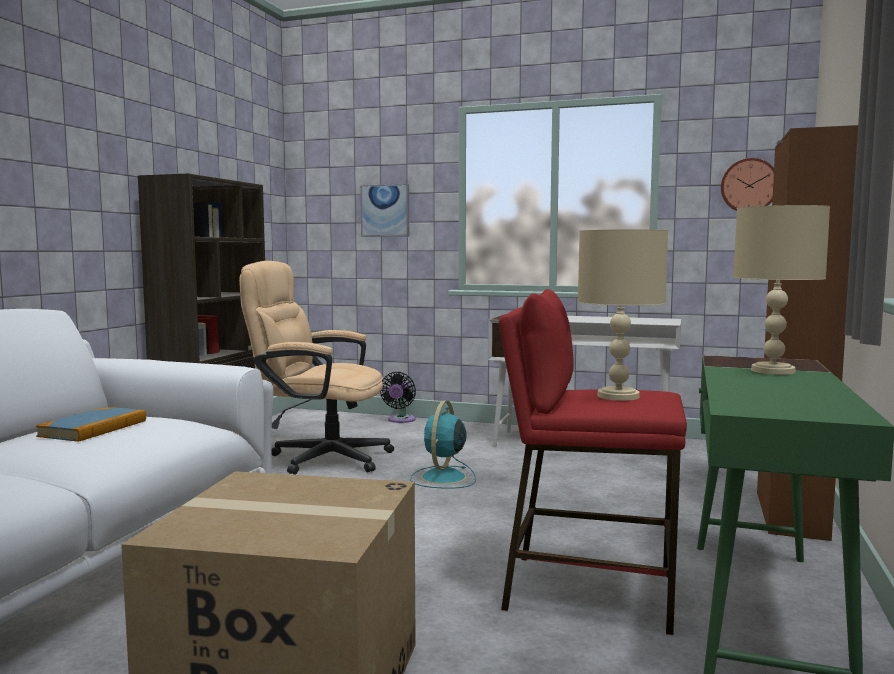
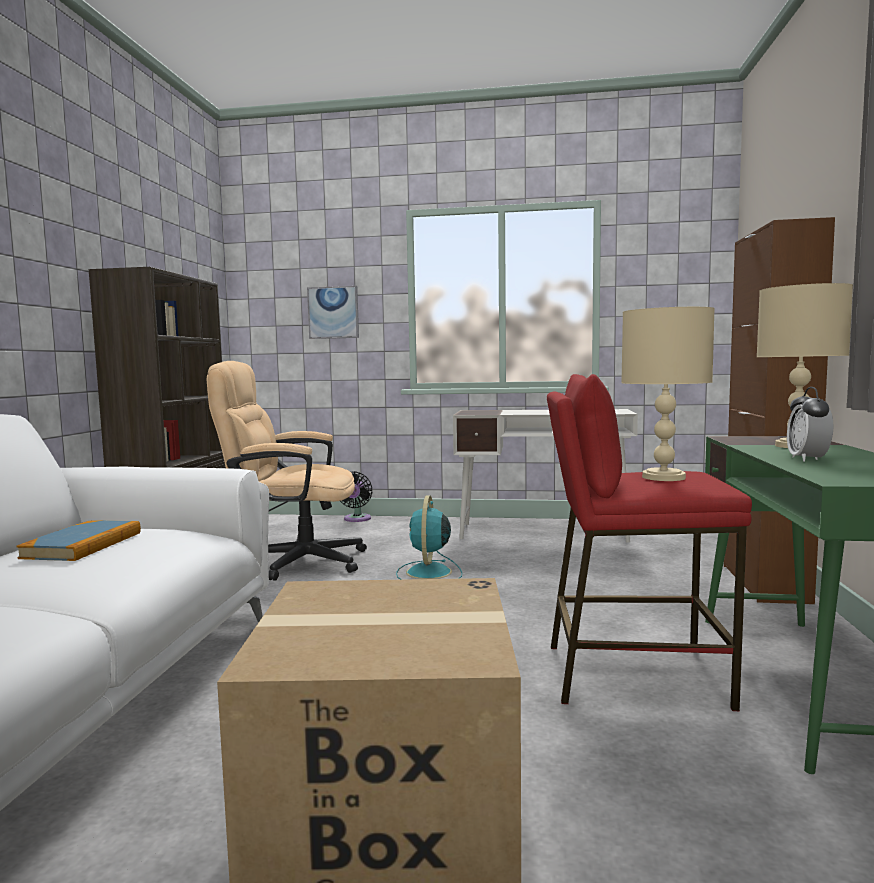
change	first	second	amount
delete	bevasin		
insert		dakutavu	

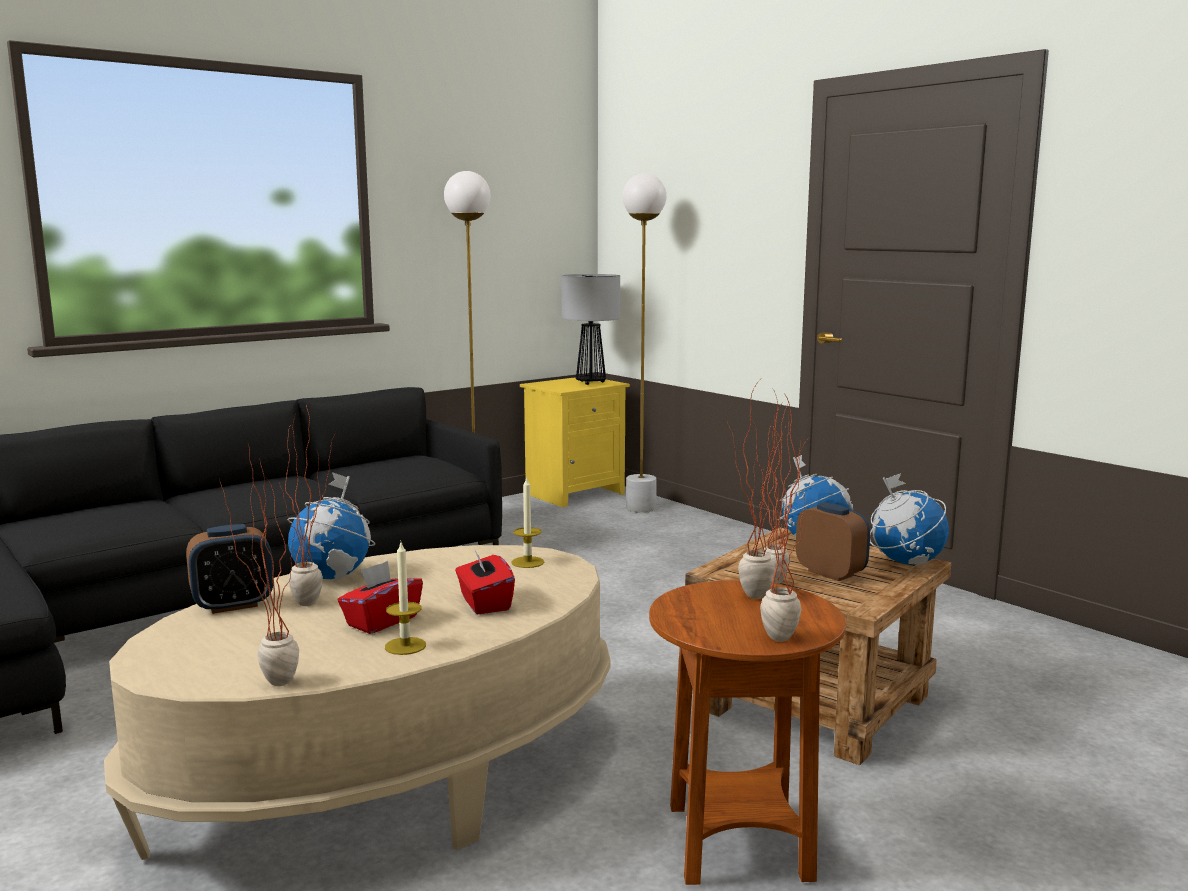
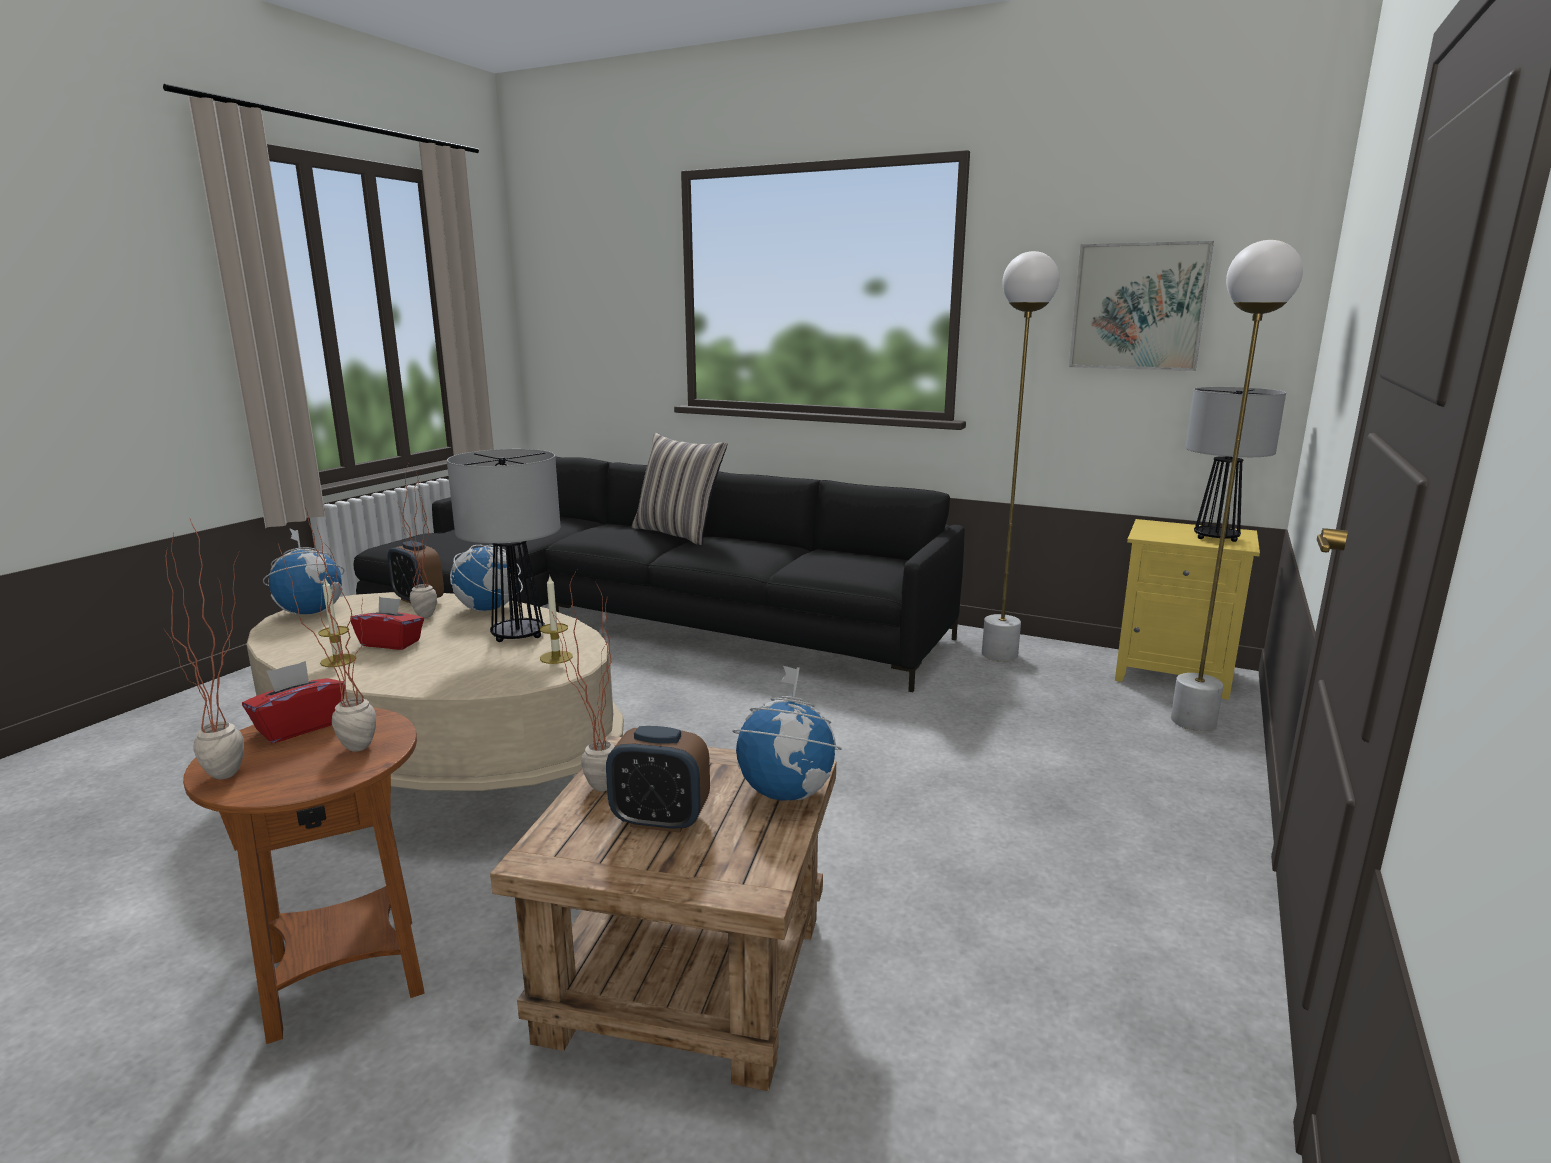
change	first	second	amount
delete	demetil (1st from left)		
move	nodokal (3rd from left in the first image)	nodokal (1st from left)	
rotate	dakutavu (2nd from left)		75 degrees clockwise
move	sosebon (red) (2nd from left in the first image)	sosebon (red) (1st from left)	
insert		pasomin	
insert		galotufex	
insert		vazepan (1st from left)	

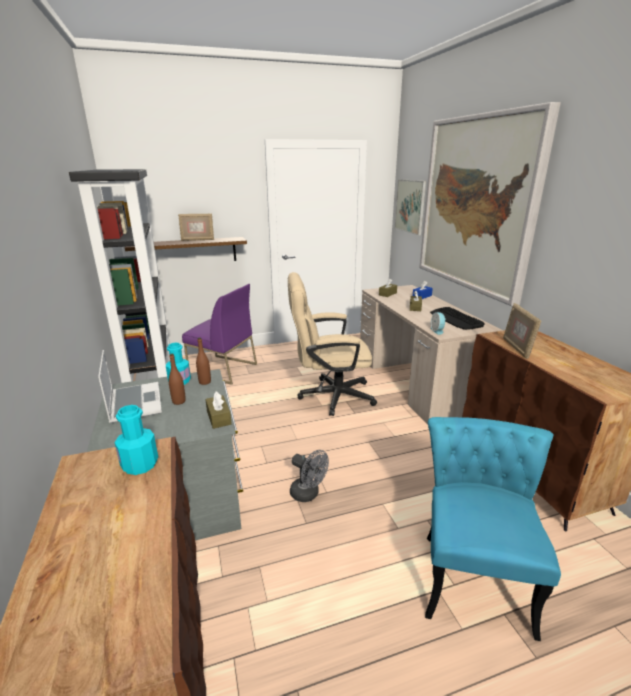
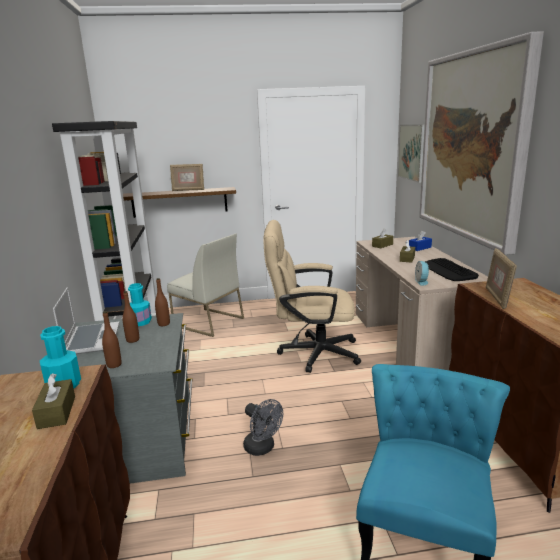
change	first	second	amount
recolor	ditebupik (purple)	ditebupik (white)	
move	sosebon (brown) (1st from left)		
insert		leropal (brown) (1st from left)	

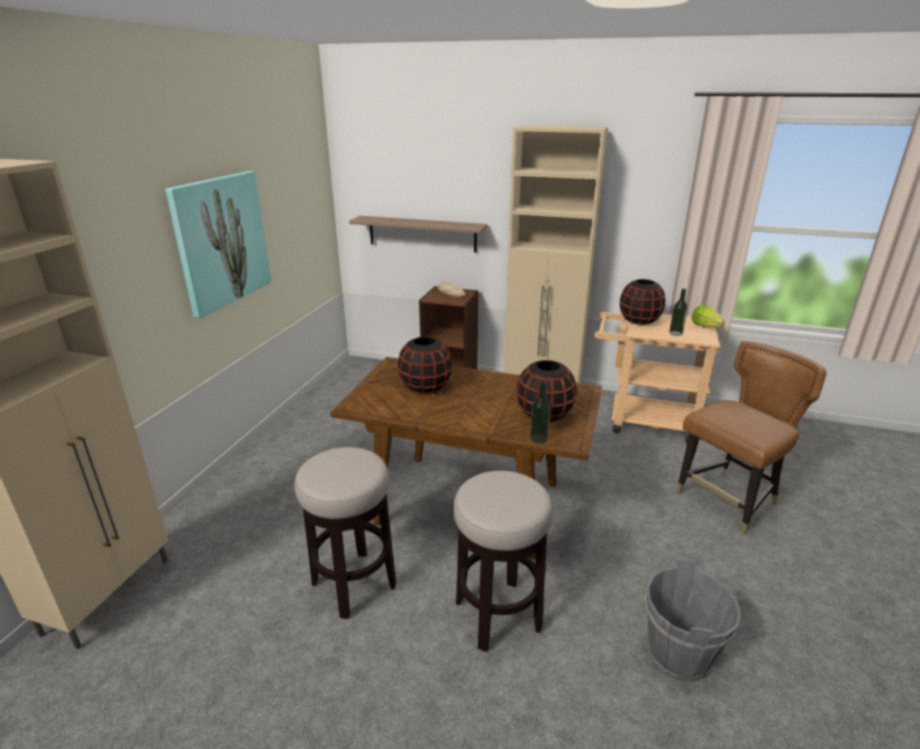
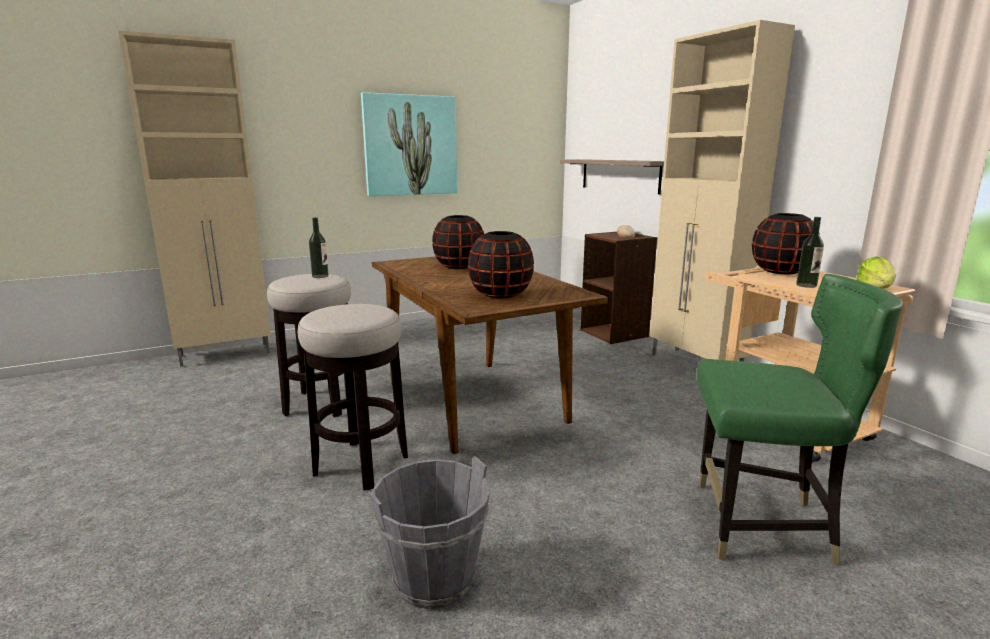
change	first	second	amount
recolor	ditebupik (brown)	ditebupik (green)	
move	leropal (1st from left)		

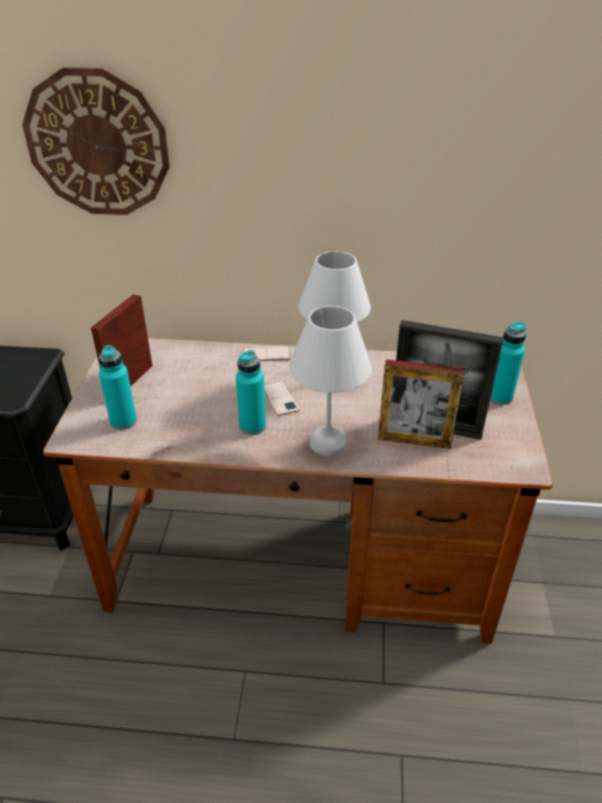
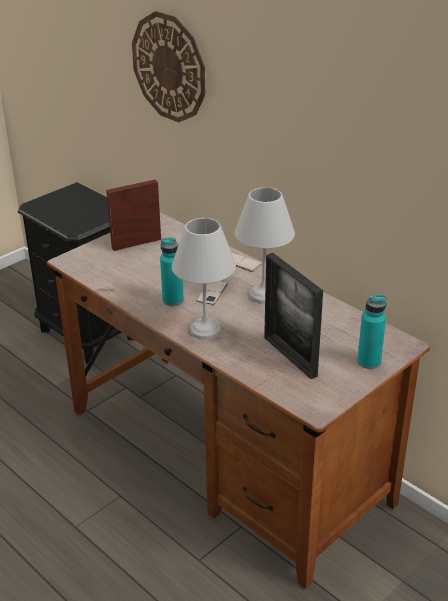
change	first	second	amount
delete	leropal (turquoise) (1st from left)		
delete	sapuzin (2nd from left)		

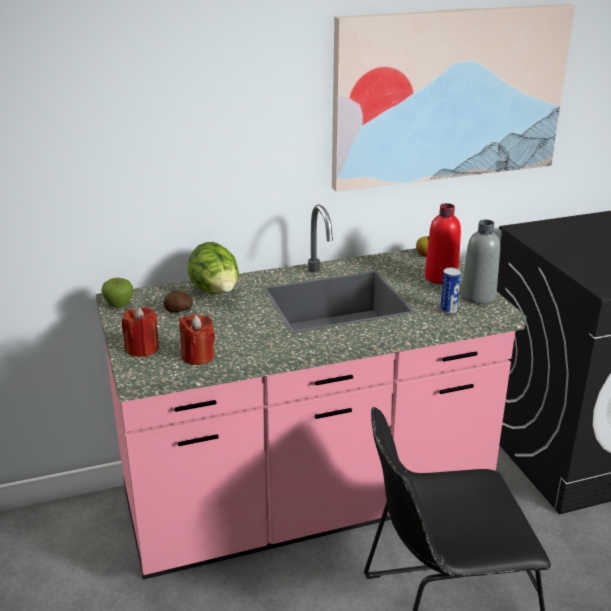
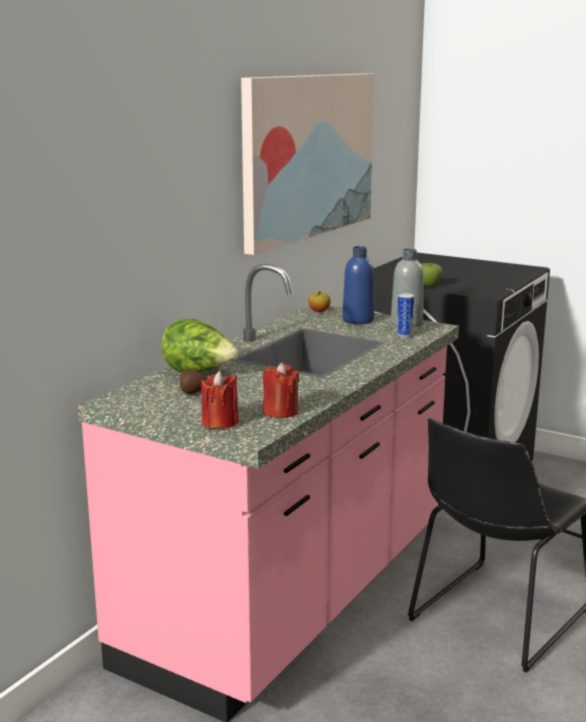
change	first	second	amount
recolor	leropal (red)	leropal (blue)	
move	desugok (1st from left in the first image)	desugok (2nd from left)	

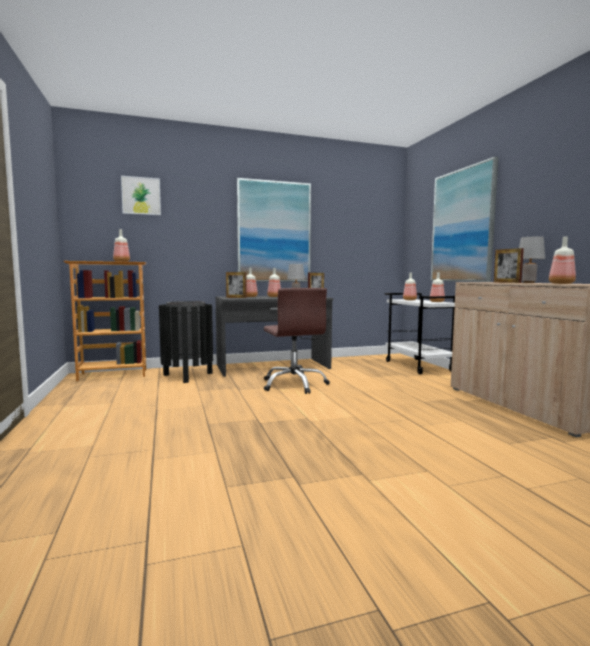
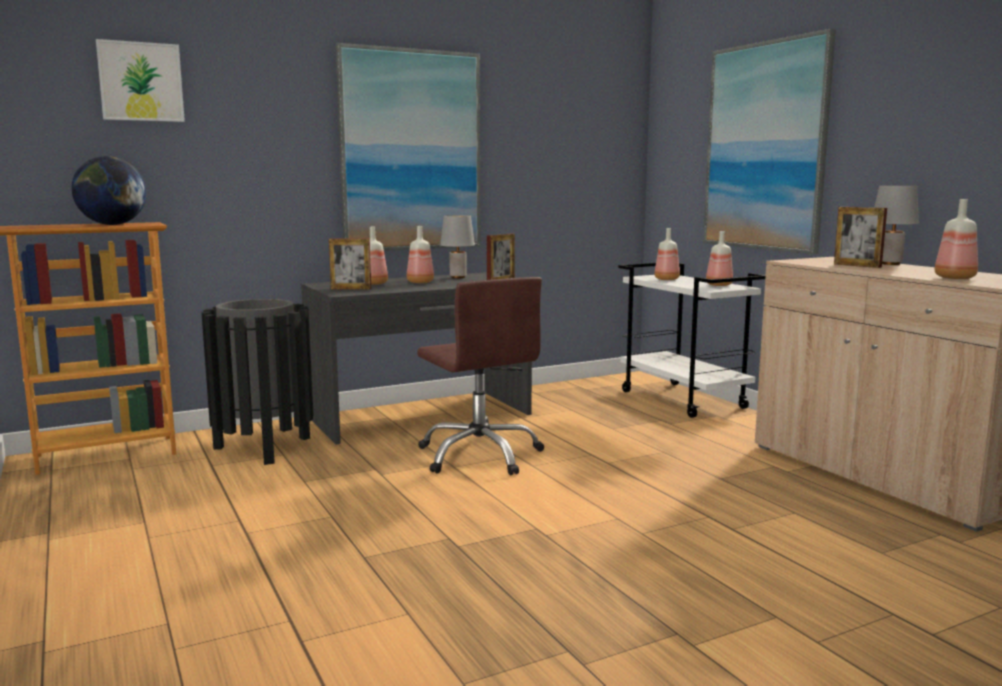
change	first	second	amount
replace	leropal (1st from left)	nodokal	

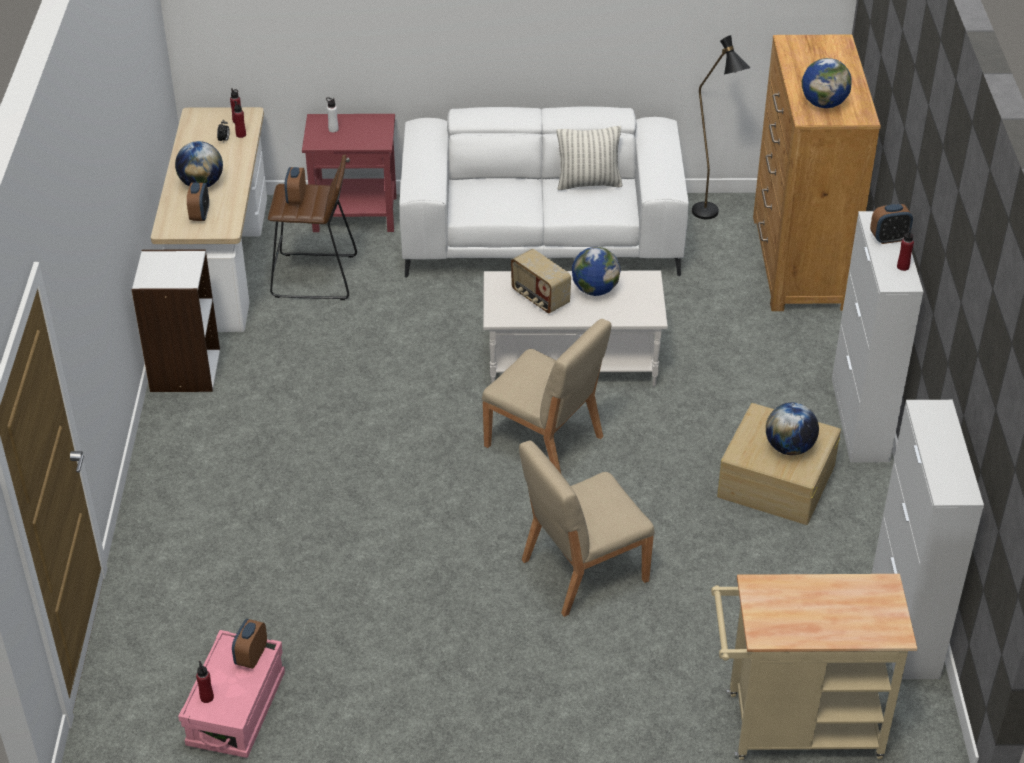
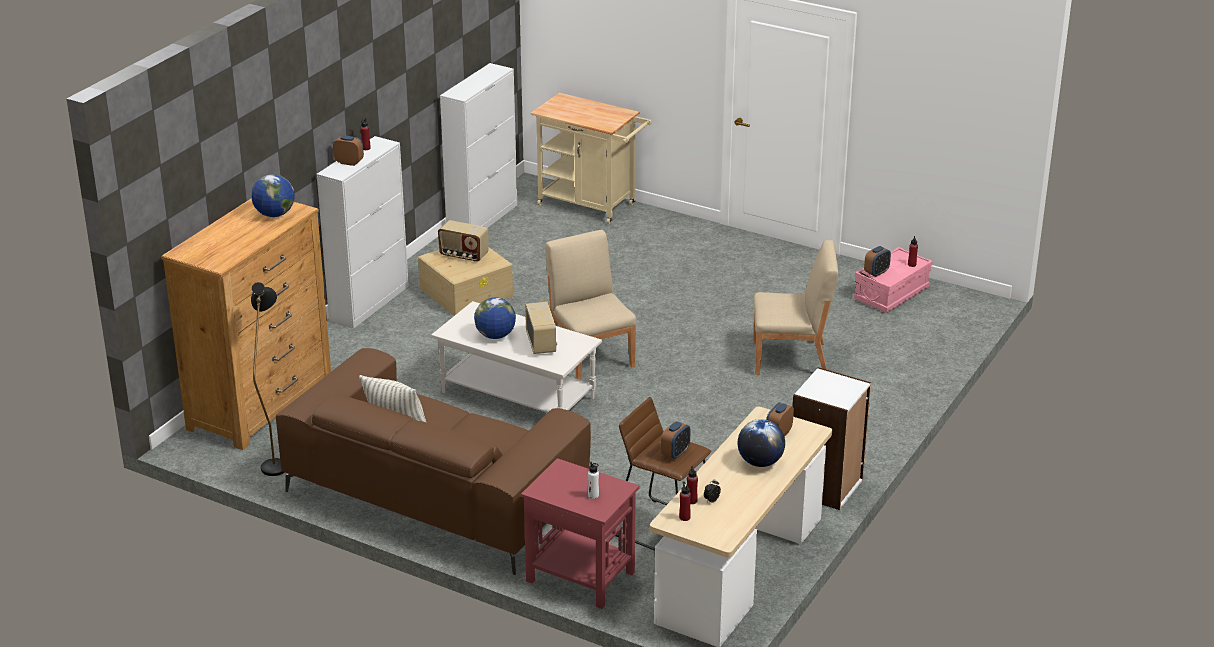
change	first	second	amount
recolor	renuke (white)	renuke (brown)	
replace	nodokal (3rd from left)	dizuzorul (1st from left)	
move	ditebupik (beige) (2nd from left)		

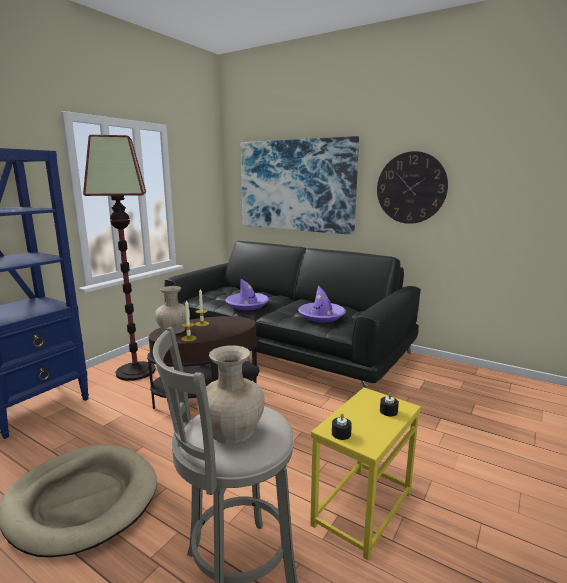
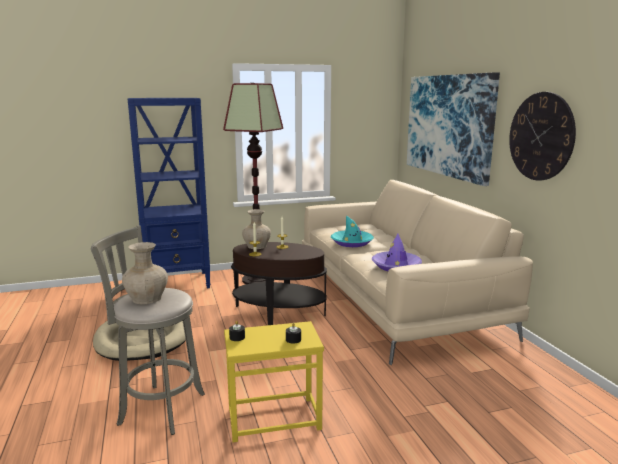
change	first	second	amount
recolor	renuke (black)	renuke (beige)	
recolor	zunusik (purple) (1st from left)	zunusik (turquoise)	

